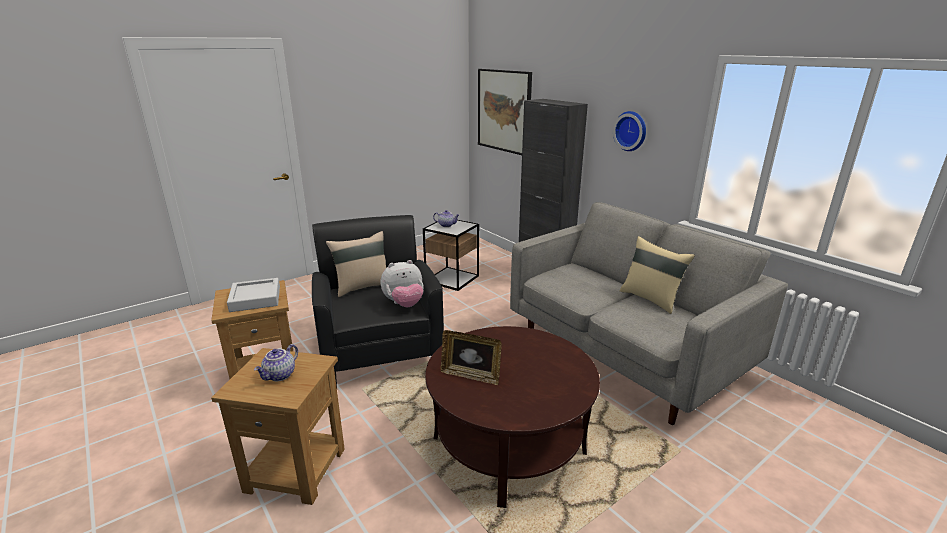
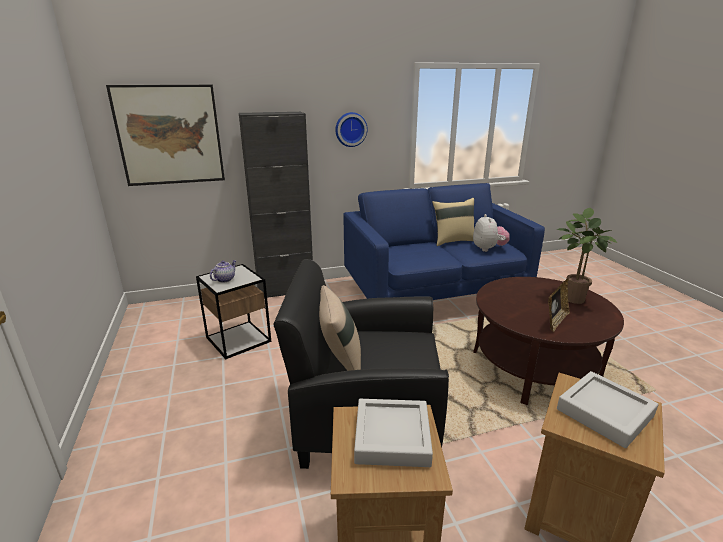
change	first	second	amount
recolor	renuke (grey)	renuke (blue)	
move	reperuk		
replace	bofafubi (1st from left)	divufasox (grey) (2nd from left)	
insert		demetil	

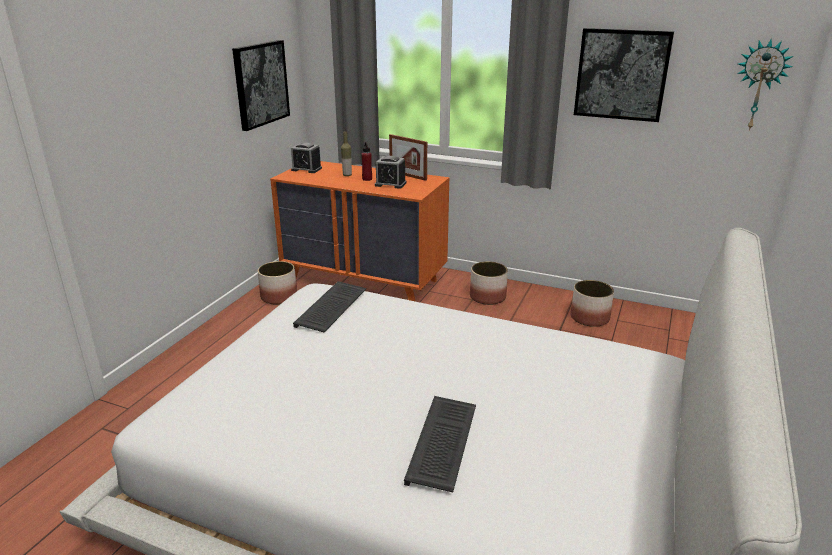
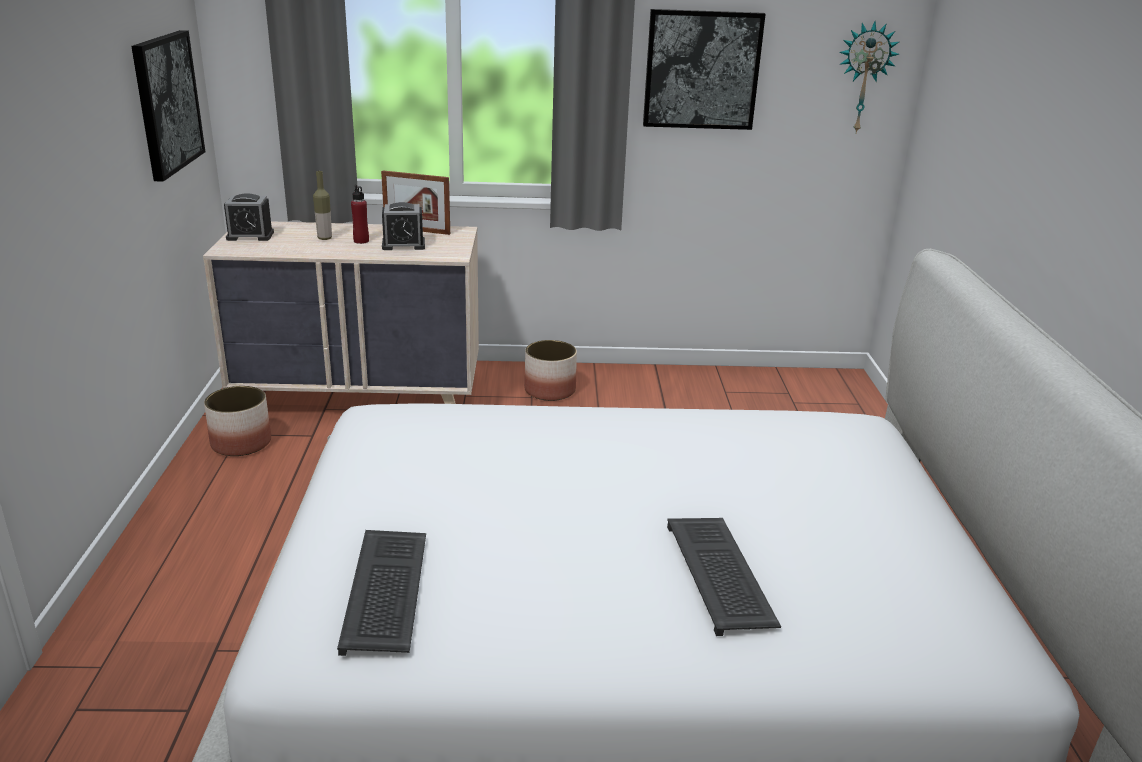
change	first	second	amount
recolor	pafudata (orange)	pafudata (beige)	
delete	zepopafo (3rd from left)		
move	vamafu (1st from left)		

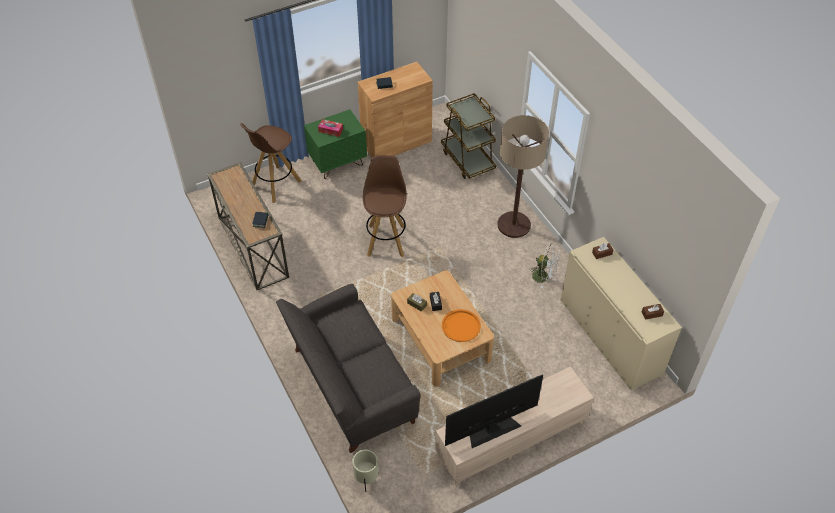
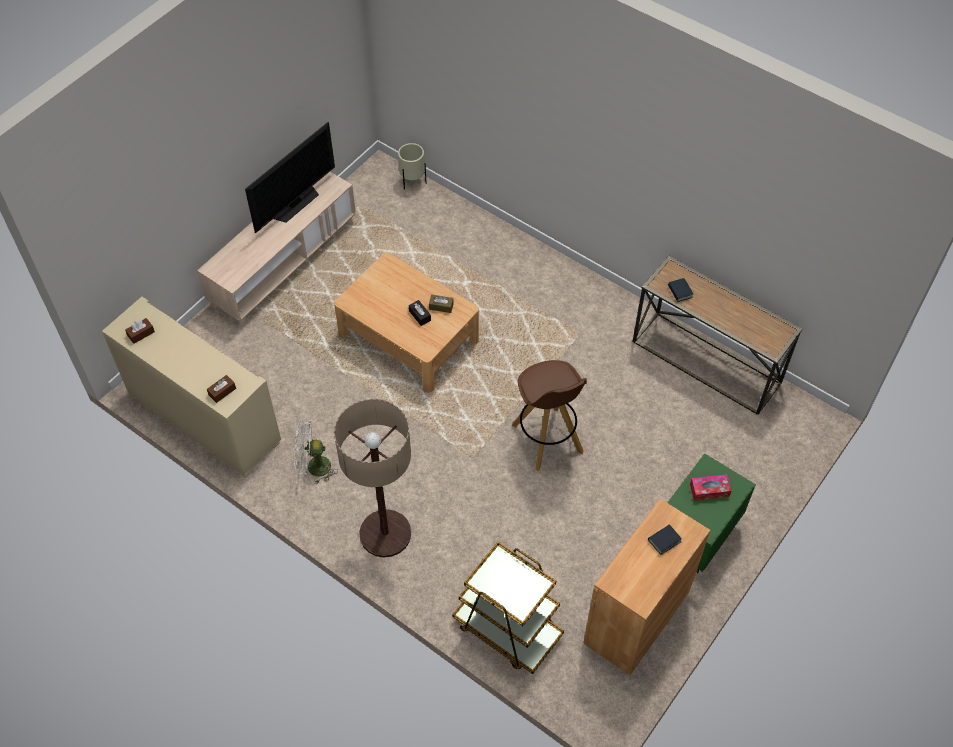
change	first	second	amount
delete	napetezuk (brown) (1st from left)		
delete	renuke (grey)		
delete	divufasox (orange)		

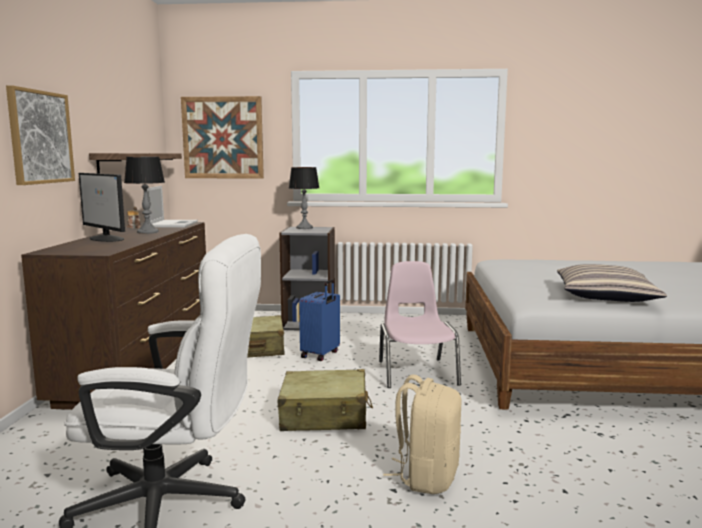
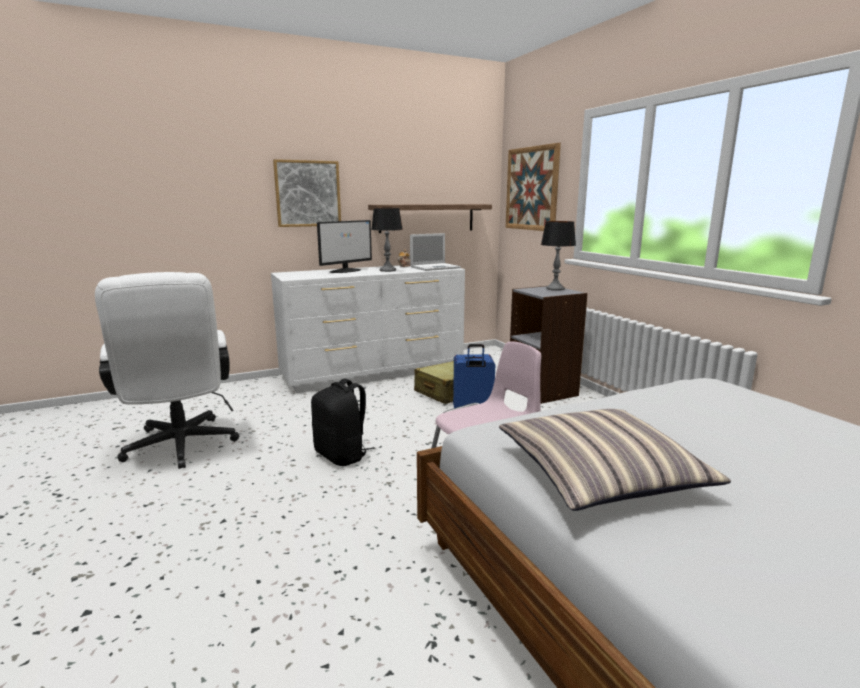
change	first	second	amount
rotate	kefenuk		150 degrees counterclockwise
recolor	pafudata (brown)	pafudata (white)	
replace	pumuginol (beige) (2nd from left)	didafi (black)	
delete	didafi (beige)		

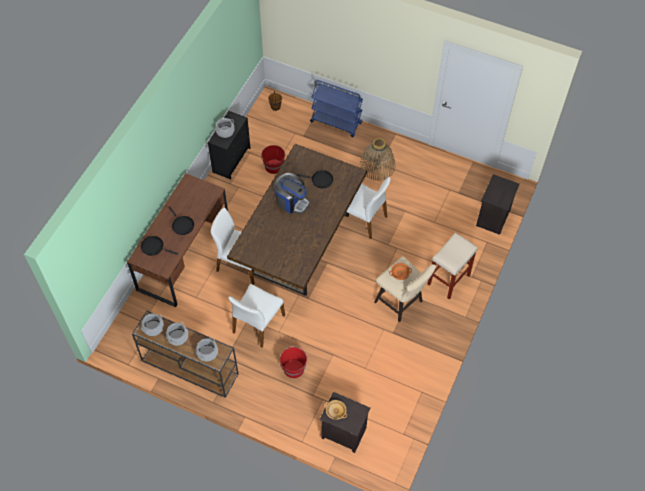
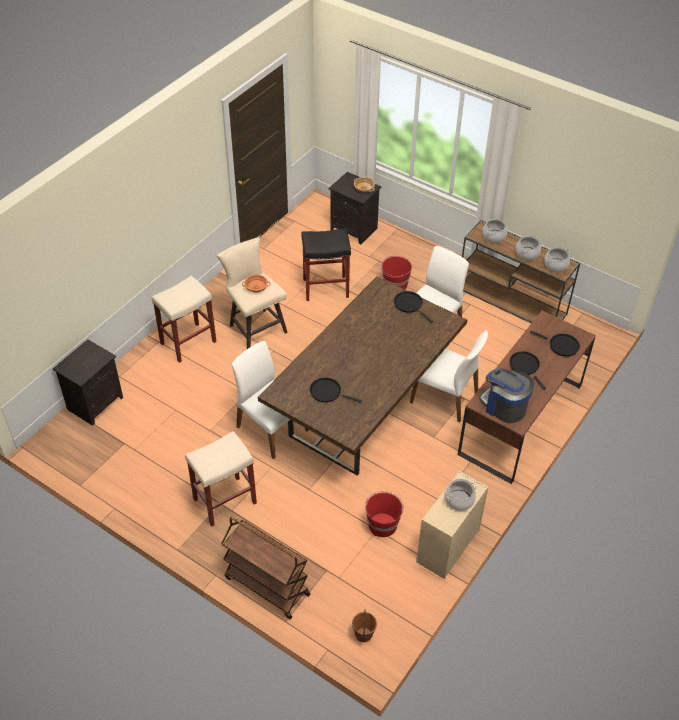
change	first	second	amount
recolor	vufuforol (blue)	vufuforol (brown)	
recolor	pafudata (black)	pafudata (beige)	
replace	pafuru	napetezuk (beige) (2nd from left)	
move	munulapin		
insert		napetezuk (black)	
insert		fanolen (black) (2nd from left)	

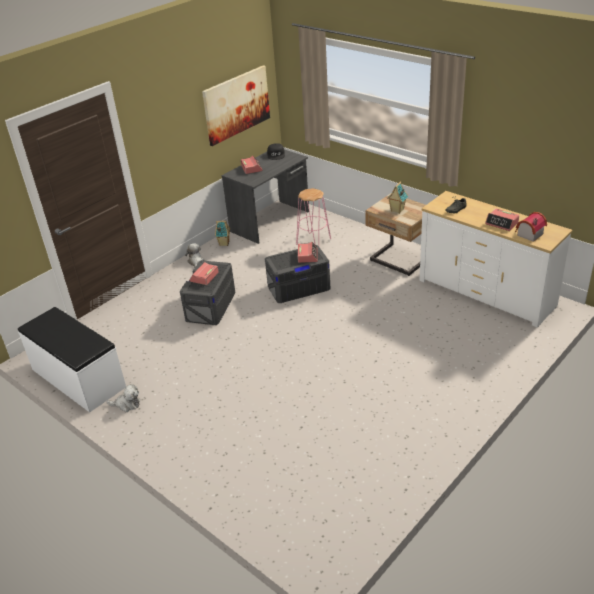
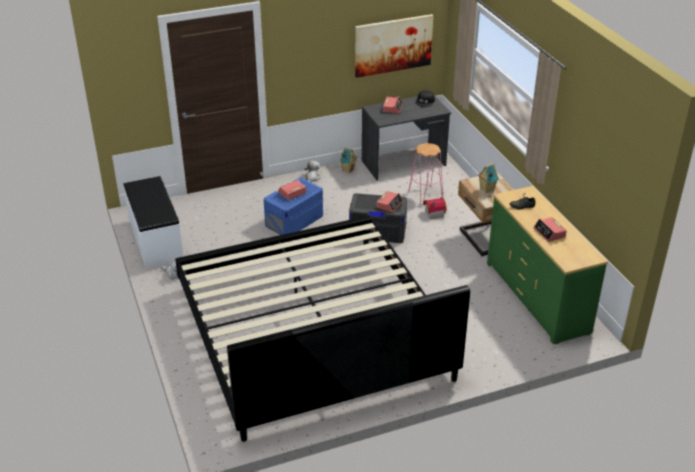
change	first	second	amount
recolor	pafudata (white)	pafudata (green)	
move	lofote (3rd from left in the first image)	lofote (2nd from left)	
recolor	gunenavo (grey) (1st from left)	gunenavo (blue)	
insert		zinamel	

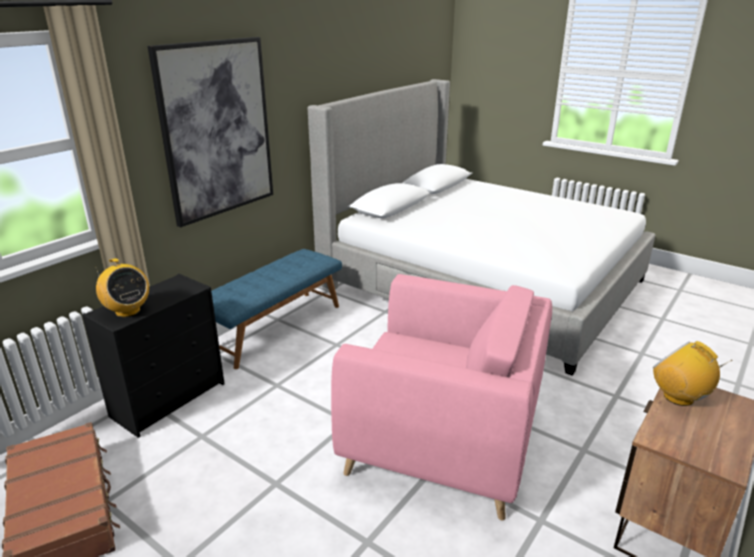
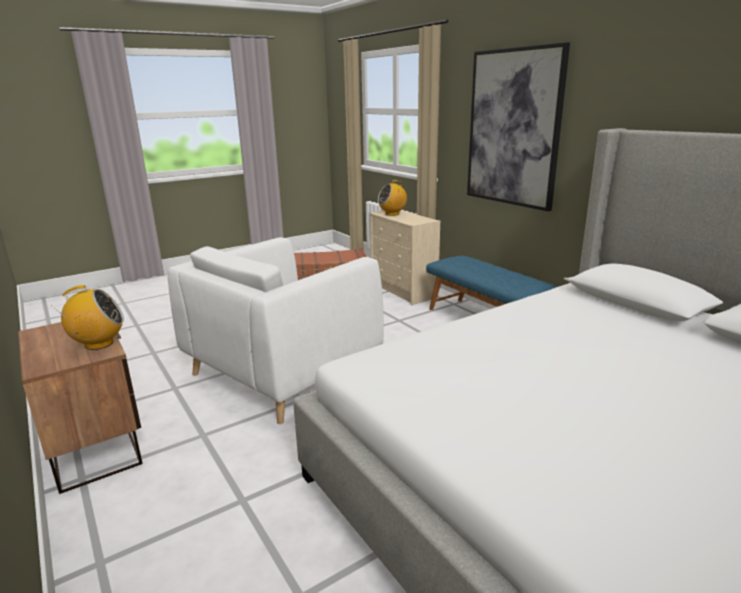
change	first	second	amount
recolor	pafudata (black)	pafudata (beige)	
recolor	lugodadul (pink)	lugodadul (white)	

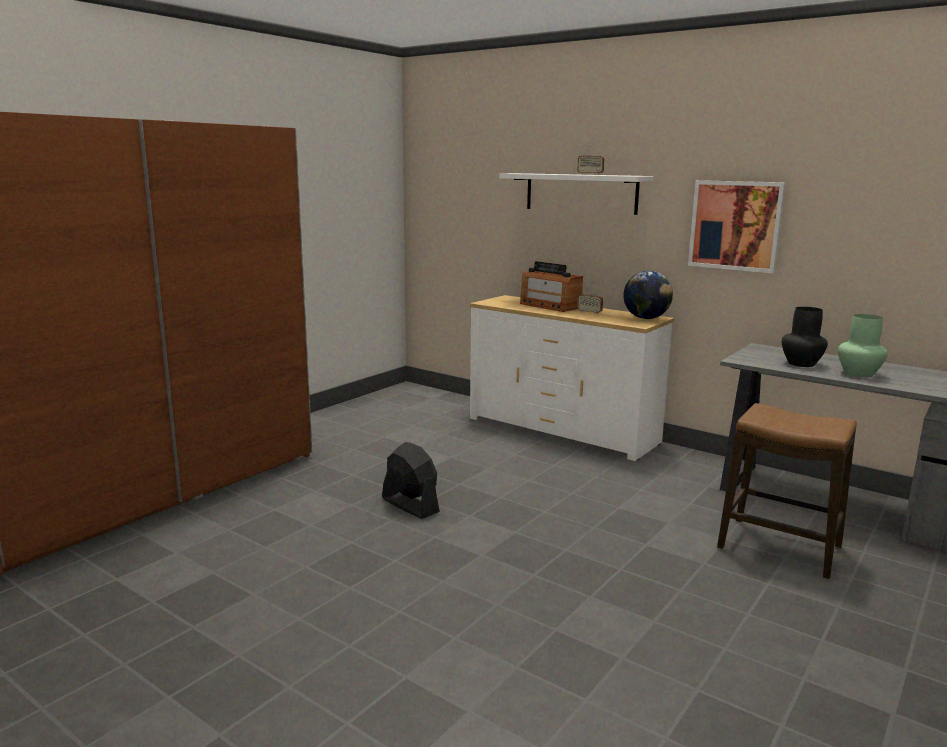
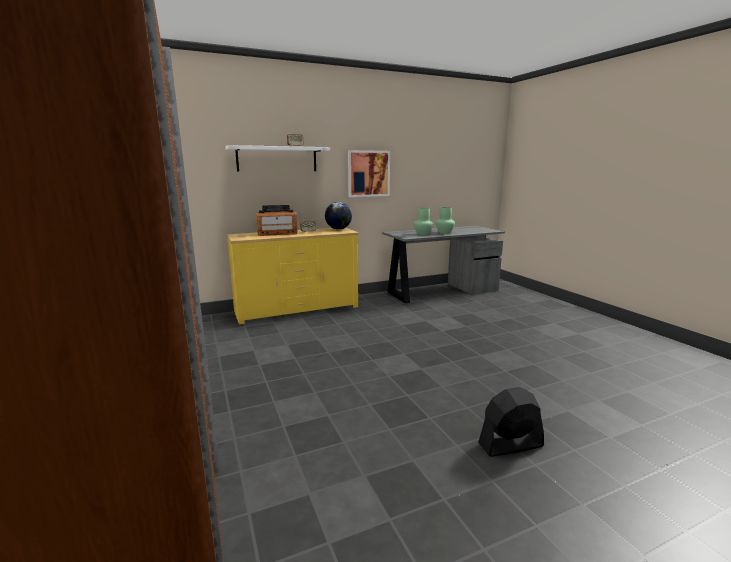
change	first	second	amount
recolor	pafudata (white)	pafudata (yellow)	
recolor	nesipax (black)	nesipax (green) (1st from left)	
delete	napetezuk		
move	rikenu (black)		

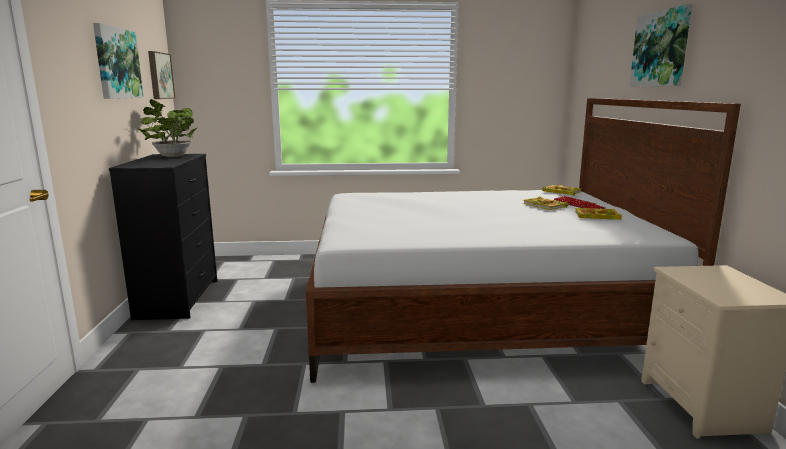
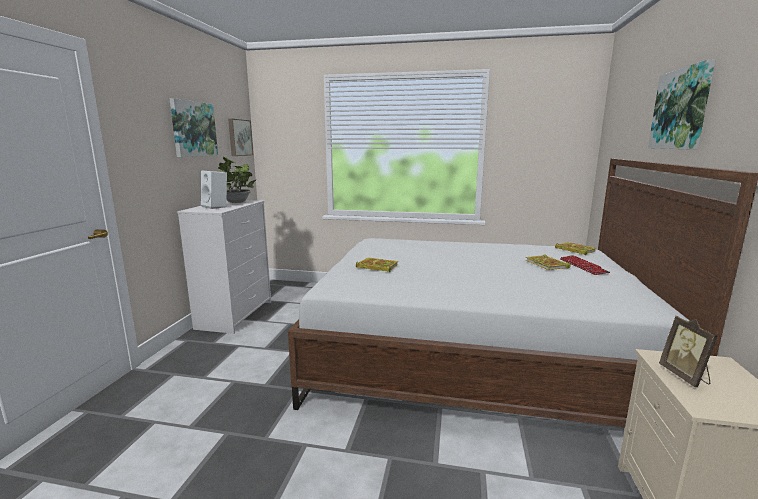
change	first	second	amount
recolor	pafudata (black)	pafudata (white)	
move	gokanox (3rd from left in the first image)	gokanox (1st from left)	
insert		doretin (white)	
insert		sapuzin	

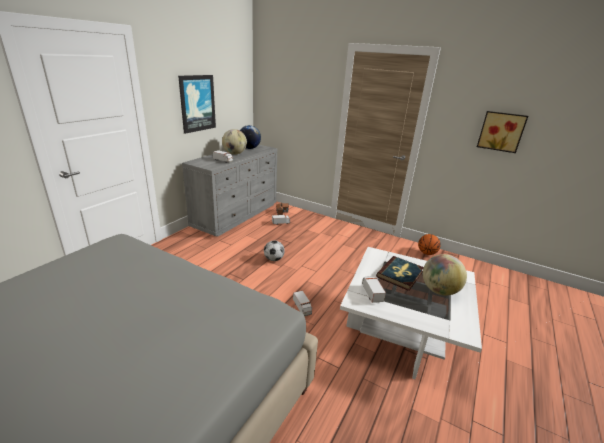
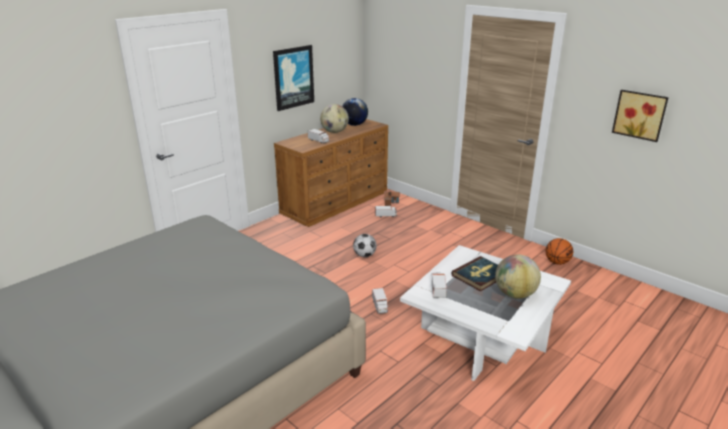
change	first	second	amount
recolor	pafudata (grey)	pafudata (brown)	

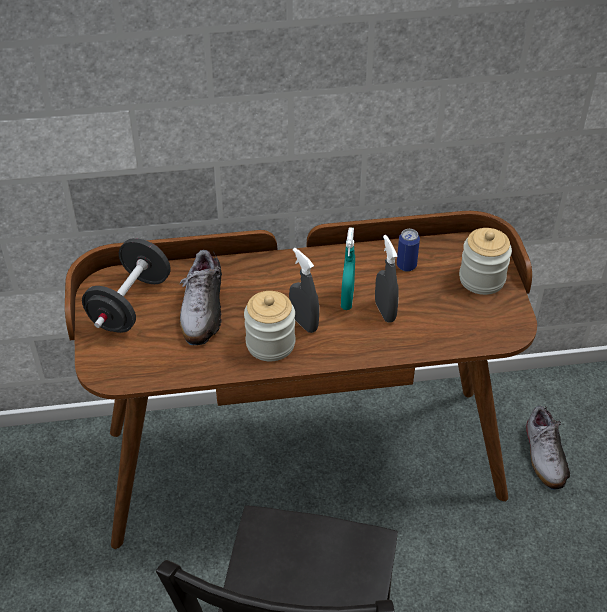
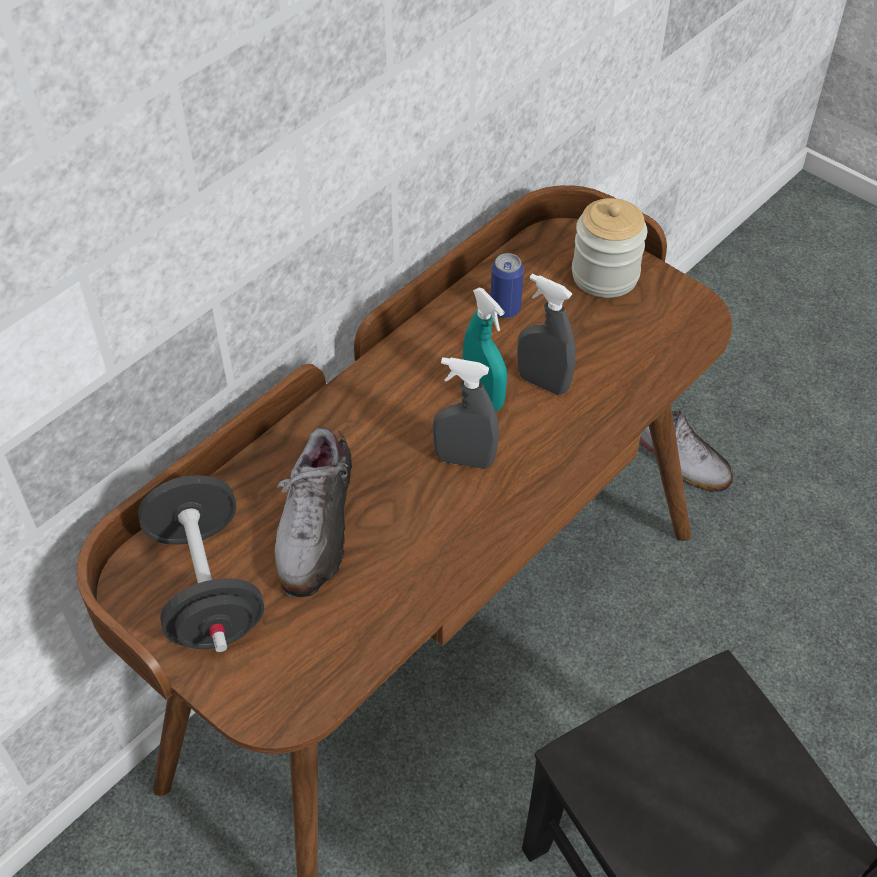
change	first	second	amount
rotate	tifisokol (1st from left)		45 degrees clockwise
delete	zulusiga (1st from left)		

